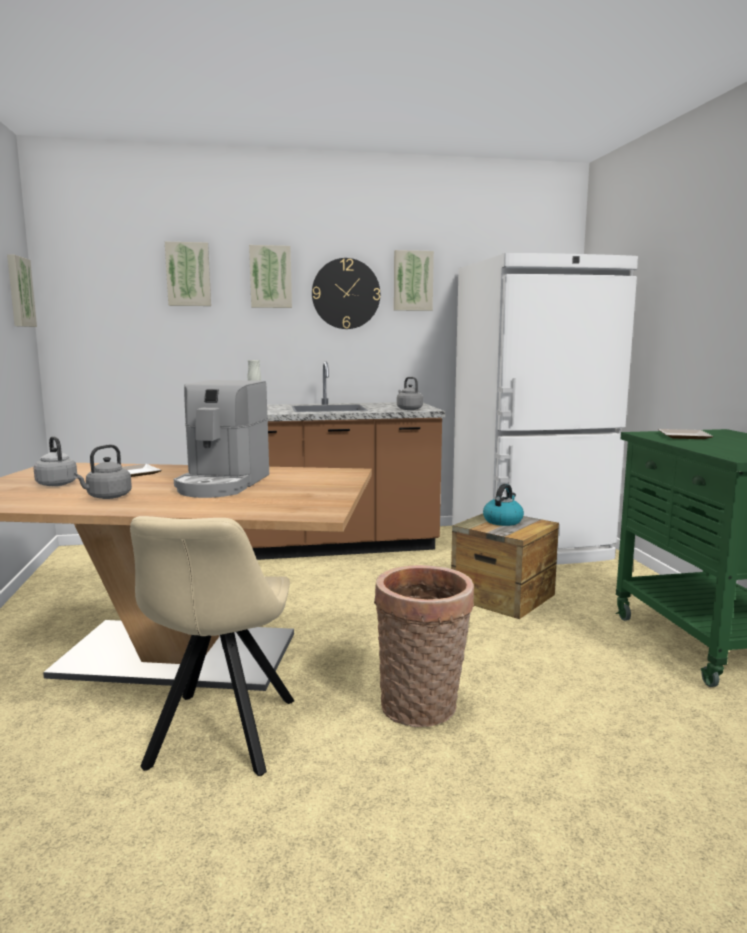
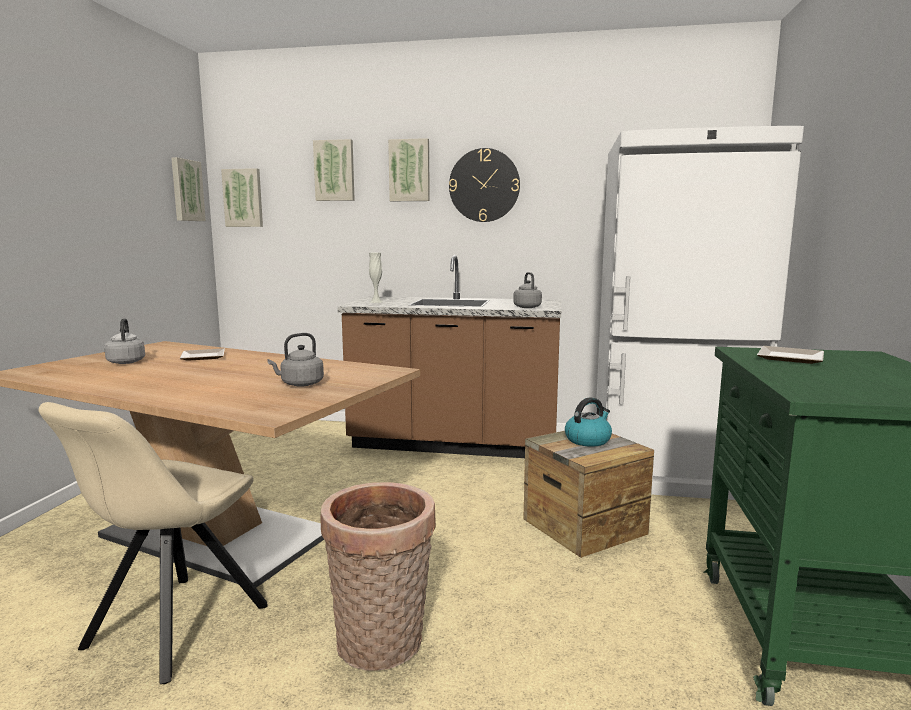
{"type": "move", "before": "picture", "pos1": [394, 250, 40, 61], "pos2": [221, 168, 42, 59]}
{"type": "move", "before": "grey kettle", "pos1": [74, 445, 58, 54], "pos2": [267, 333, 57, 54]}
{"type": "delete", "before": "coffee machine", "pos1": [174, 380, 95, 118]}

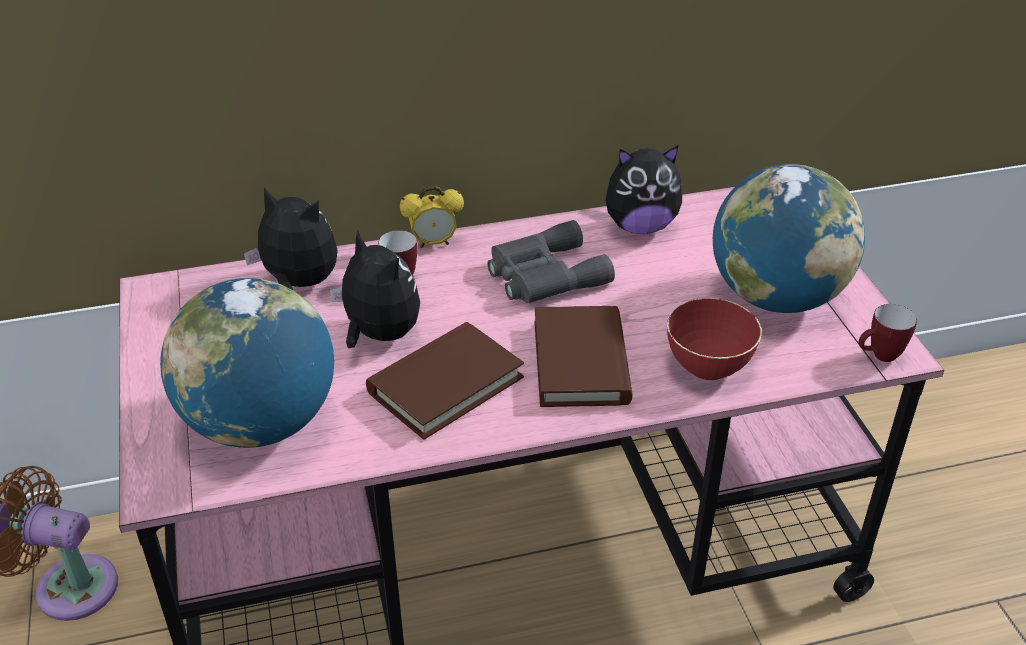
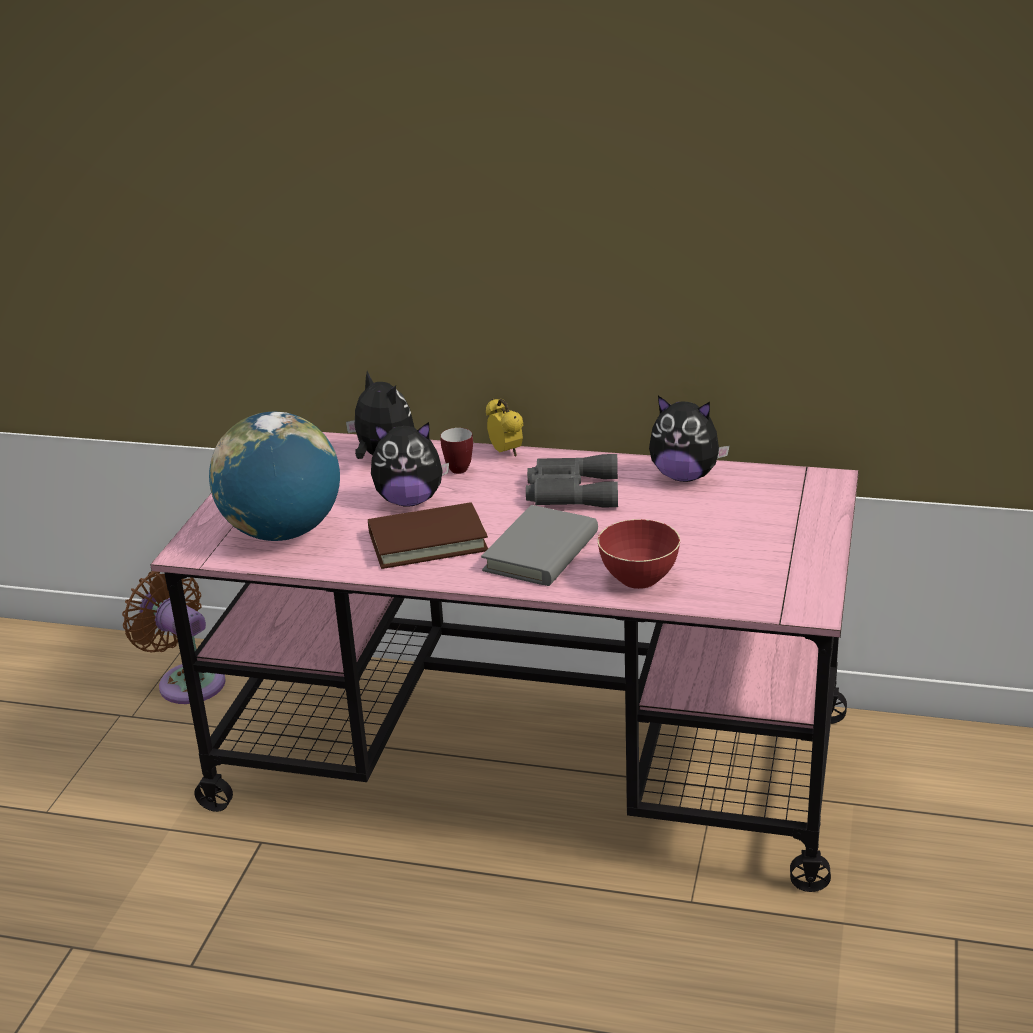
{"type": "rotate", "before": "plush toy", "pos1": [330, 229, 90, 119], "pos2": [371, 422, 78, 85], "turn": 105}
{"type": "recolor", "before": "brown book", "after": "grey book", "pos1": [534, 306, 98, 101], "pos2": [481, 505, 117, 81]}
{"type": "rotate", "before": "alarm clock", "pos1": [400, 186, 64, 62], "pos2": [486, 399, 37, 57], "turn": -135}
{"type": "delete", "before": "globe", "pos1": [713, 164, 152, 149]}
{"type": "delete", "before": "mug", "pos1": [859, 304, 58, 58]}

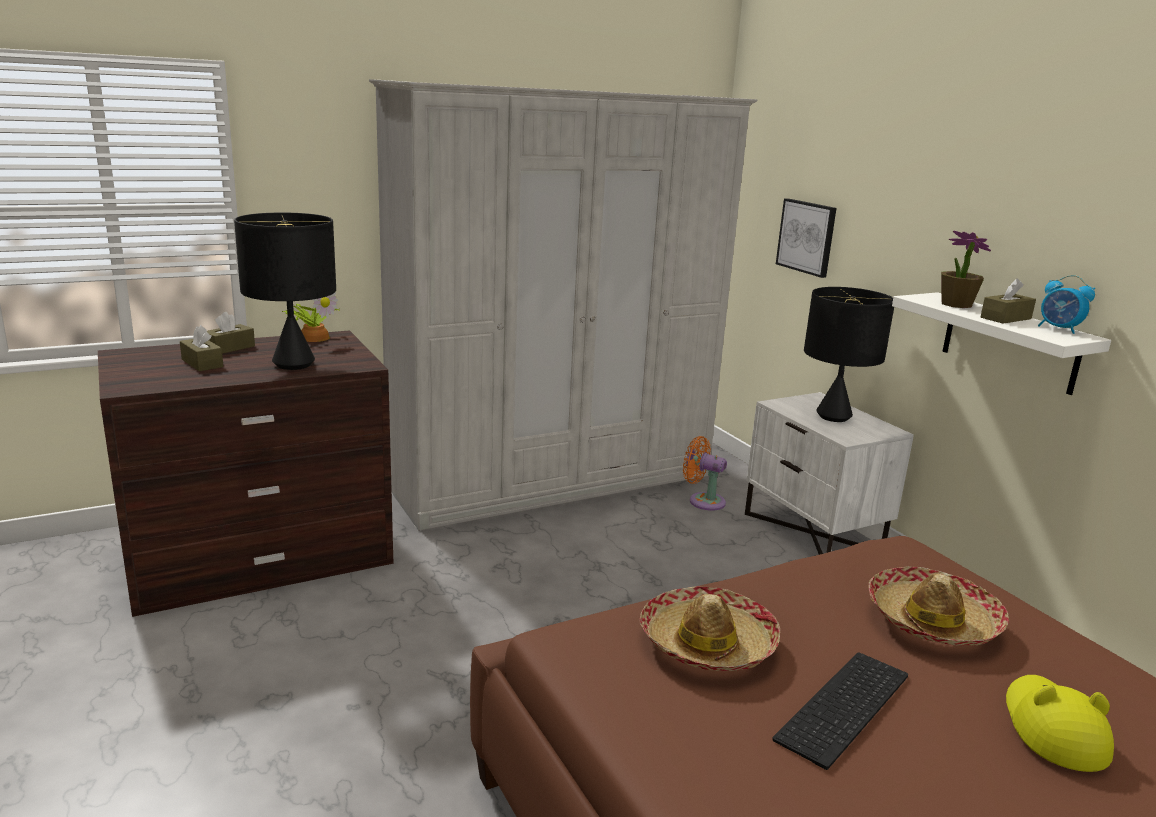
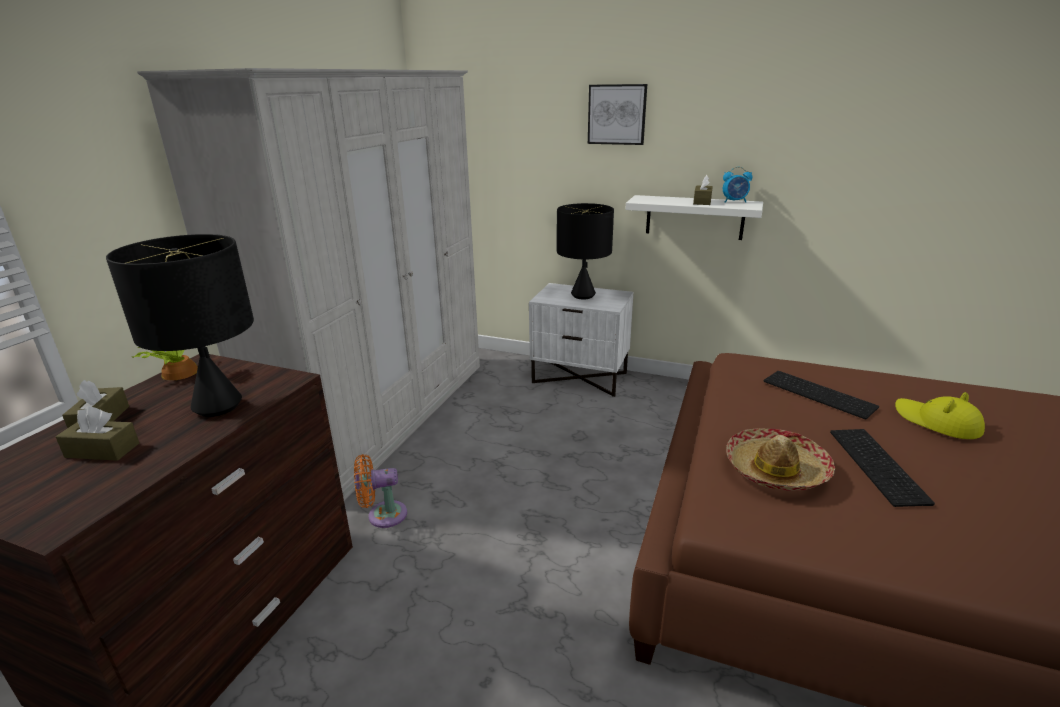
{"type": "move", "before": "orange fan", "pos1": [683, 436, 44, 75], "pos2": [354, 454, 53, 74]}
{"type": "move", "before": "picture", "pos1": [776, 199, 60, 79], "pos2": [588, 84, 59, 61]}
{"type": "replace", "before": "hat", "after": "keyboard", "pos1": [868, 566, 141, 80], "pos2": [763, 371, 116, 48]}
{"type": "delete", "before": "potted plant", "pos1": [941, 231, 50, 77]}

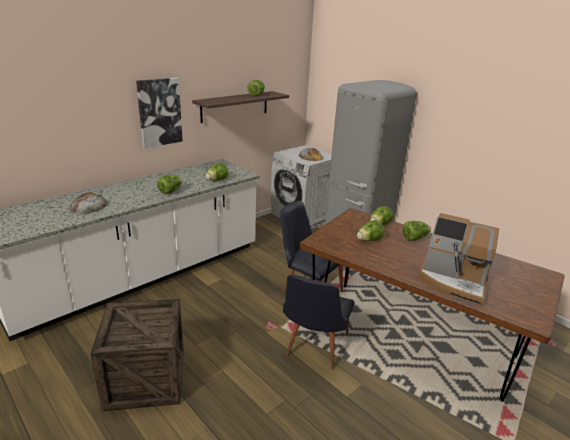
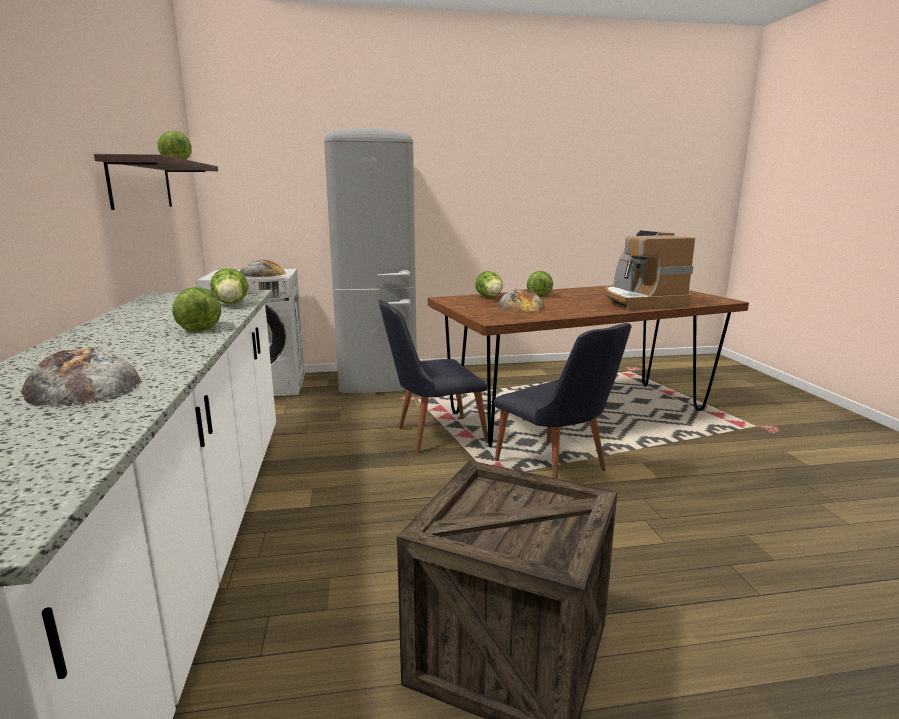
{"type": "replace", "before": "lettuce", "after": "bread", "pos1": [357, 220, 27, 21], "pos2": [498, 289, 46, 22]}
{"type": "rotate", "before": "coffee machine", "pos1": [418, 213, 81, 94], "pos2": [604, 230, 91, 81], "turn": 105}
{"type": "delete", "before": "picture", "pos1": [136, 78, 47, 70]}

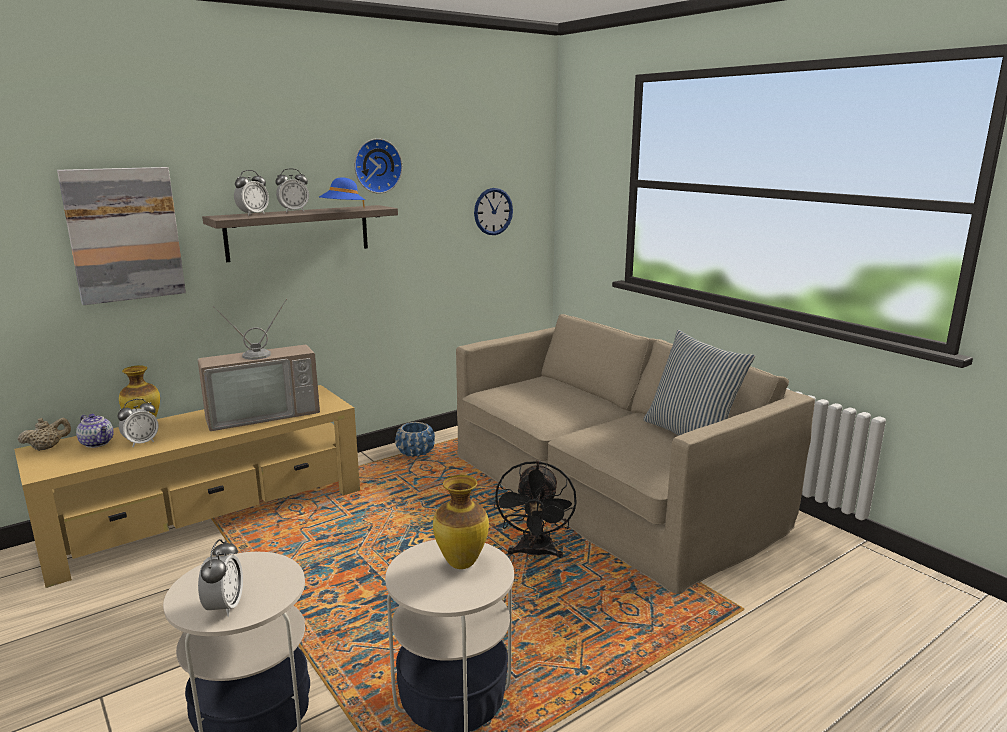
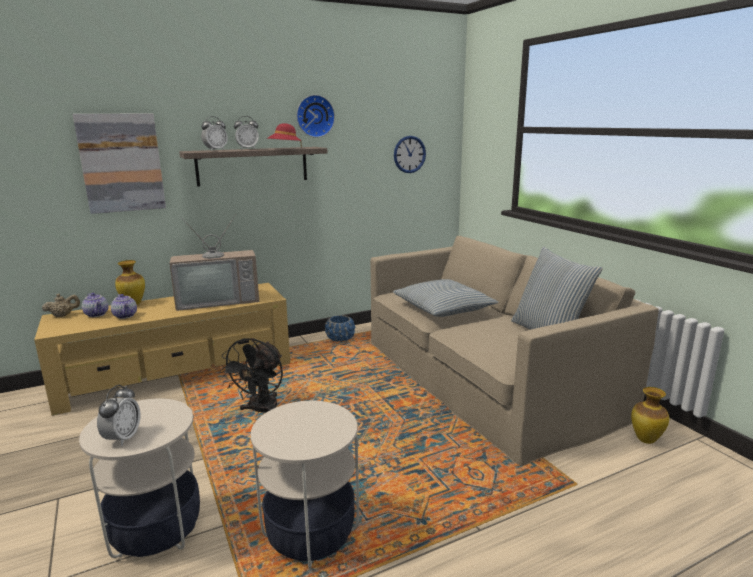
{"type": "replace", "before": "alarm clock", "after": "teapot", "pos1": [117, 399, 41, 48], "pos2": [111, 294, 26, 25]}
{"type": "move", "before": "black fan", "pos1": [494, 461, 82, 97], "pos2": [219, 338, 64, 76]}
{"type": "recolor", "before": "blue hat", "after": "red hat", "pos1": [319, 177, 46, 31], "pos2": [267, 123, 35, 25]}
{"type": "insert", "after": "pillow", "pos2": [393, 279, 106, 38]}
{"type": "move", "before": "vase", "pos1": [433, 475, 56, 94], "pos2": [631, 387, 38, 57]}

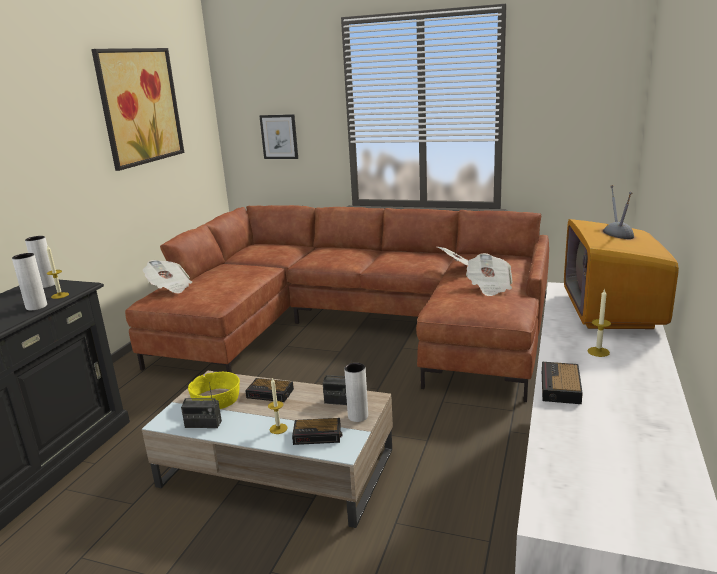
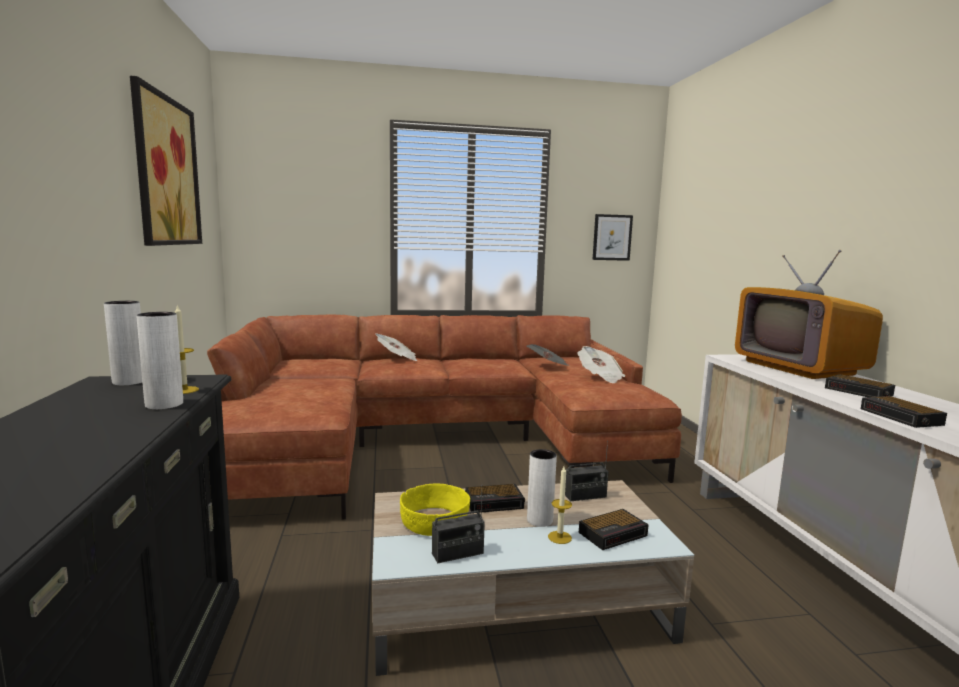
{"type": "move", "before": "newspaper", "pos1": [143, 260, 49, 33], "pos2": [375, 333, 42, 28]}
{"type": "move", "before": "white vase", "pos1": [344, 363, 24, 59], "pos2": [527, 449, 30, 78]}
{"type": "move", "before": "picture", "pos1": [259, 114, 39, 45], "pos2": [592, 214, 41, 47]}
{"type": "replace", "before": "candle", "after": "alarm clock", "pos1": [587, 289, 24, 68], "pos2": [825, 374, 70, 23]}

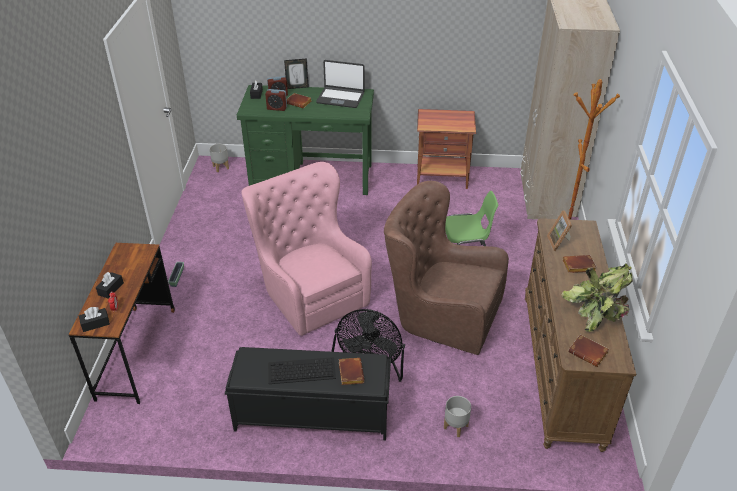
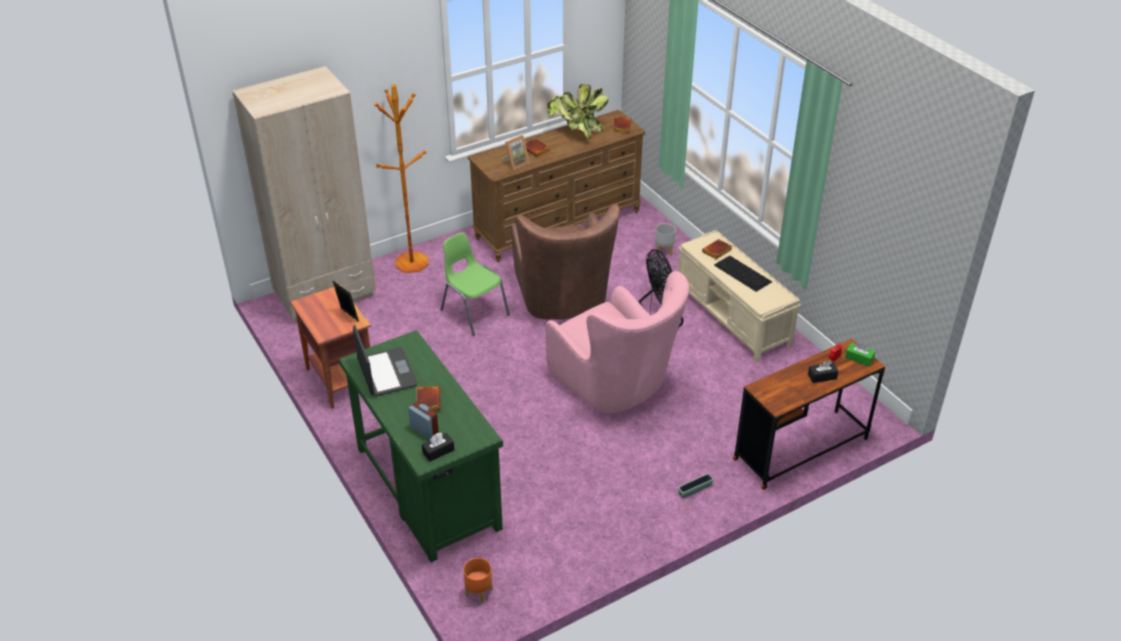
{"type": "move", "before": "picture frame", "pos1": [284, 58, 25, 31], "pos2": [332, 280, 27, 42]}
{"type": "recolor", "before": "grey planter", "after": "orange planter", "pos1": [209, 144, 20, 28], "pos2": [463, 558, 30, 45]}
{"type": "rotate", "before": "pink armchair", "pos1": [241, 162, 131, 174], "pos2": [545, 271, 144, 142], "turn": -60}
{"type": "recolor", "before": "black bench", "after": "beige bench", "pos1": [225, 347, 166, 93], "pos2": [678, 230, 123, 132]}
{"type": "recolor", "before": "black tissue box", "after": "green tissue box", "pos1": [79, 307, 31, 25], "pos2": [845, 342, 30, 25]}
{"type": "delete", "before": "alarm clock", "pos1": [265, 89, 22, 22]}

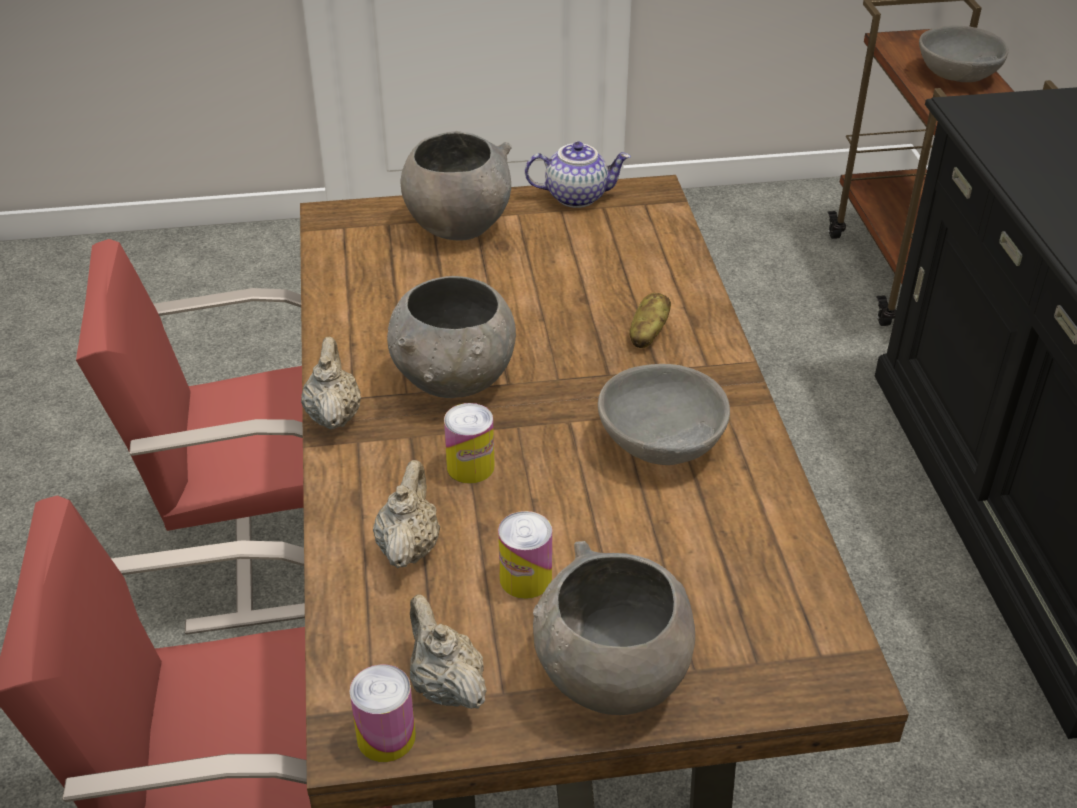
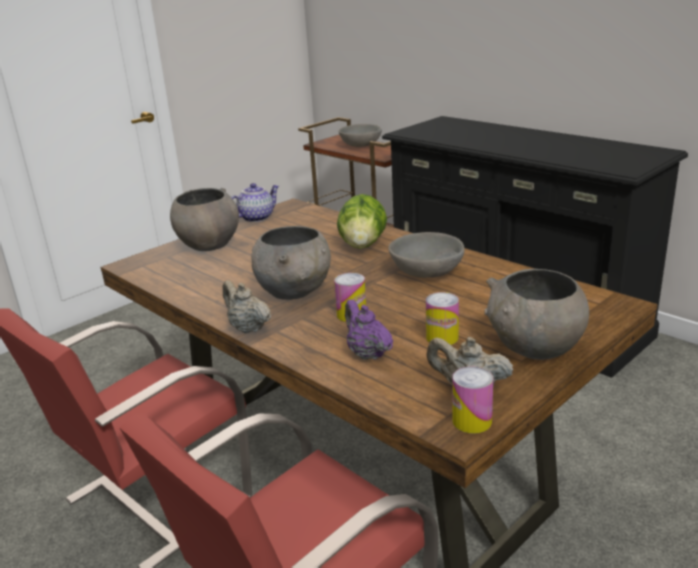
{"type": "replace", "before": "potato", "after": "lettuce", "pos1": [629, 293, 42, 55], "pos2": [337, 194, 50, 55]}
{"type": "recolor", "before": "beige teapot", "after": "purple teapot", "pos1": [373, 460, 67, 108], "pos2": [345, 299, 48, 61]}

